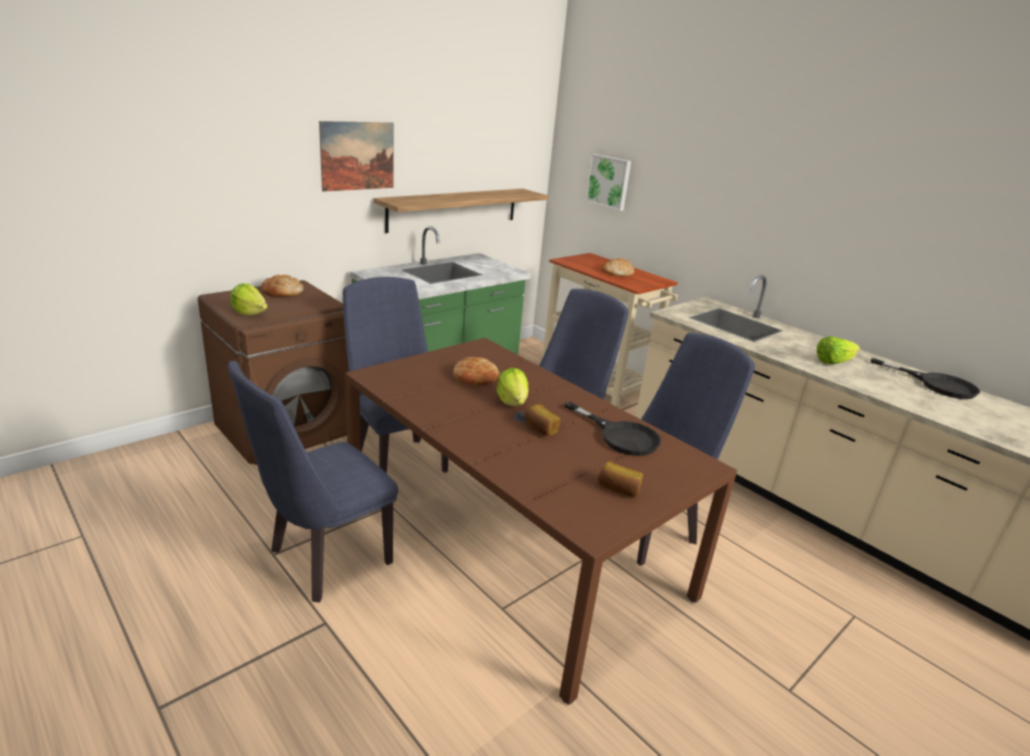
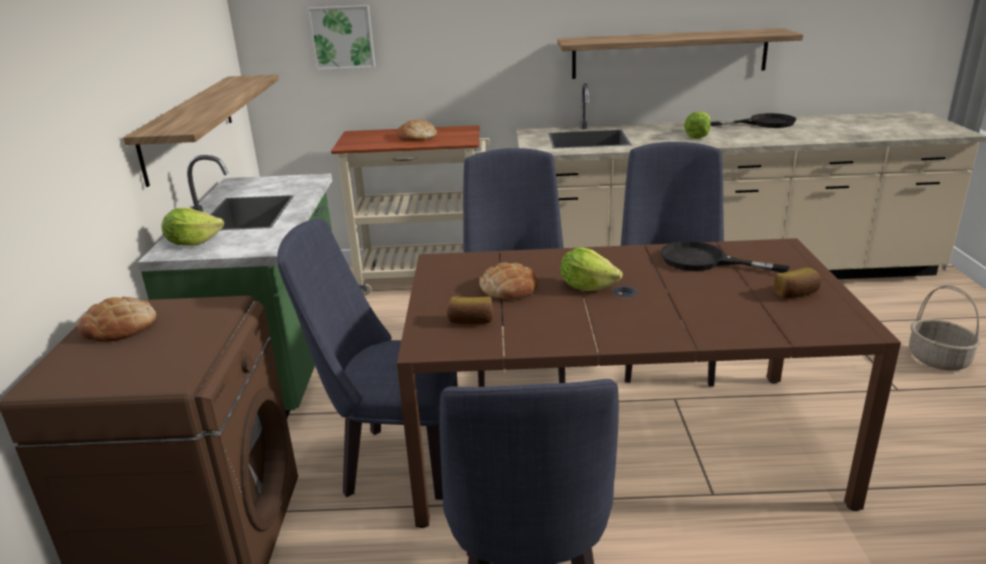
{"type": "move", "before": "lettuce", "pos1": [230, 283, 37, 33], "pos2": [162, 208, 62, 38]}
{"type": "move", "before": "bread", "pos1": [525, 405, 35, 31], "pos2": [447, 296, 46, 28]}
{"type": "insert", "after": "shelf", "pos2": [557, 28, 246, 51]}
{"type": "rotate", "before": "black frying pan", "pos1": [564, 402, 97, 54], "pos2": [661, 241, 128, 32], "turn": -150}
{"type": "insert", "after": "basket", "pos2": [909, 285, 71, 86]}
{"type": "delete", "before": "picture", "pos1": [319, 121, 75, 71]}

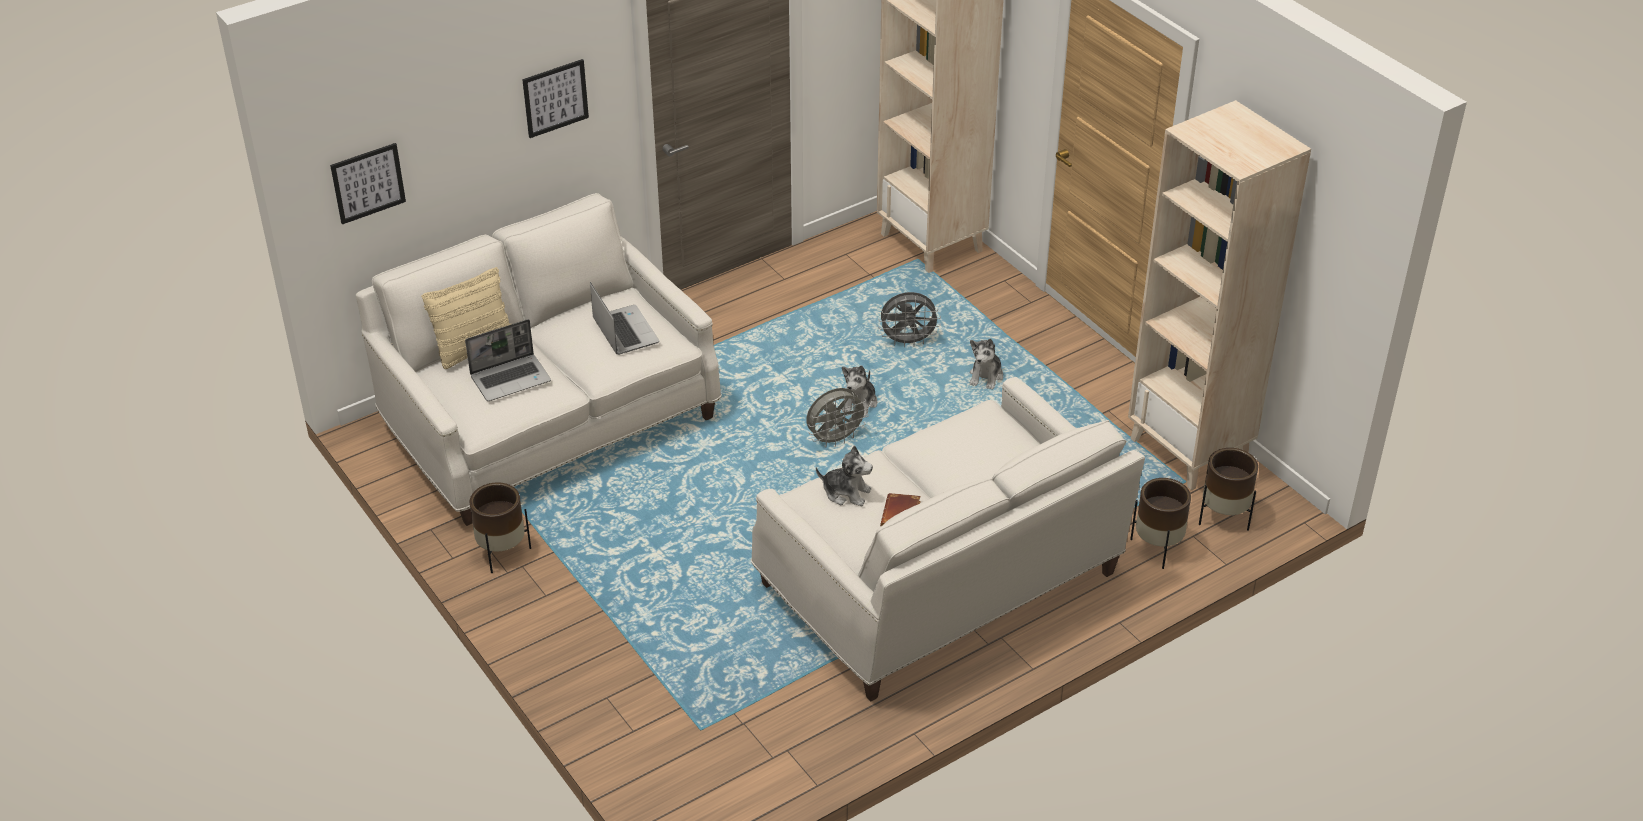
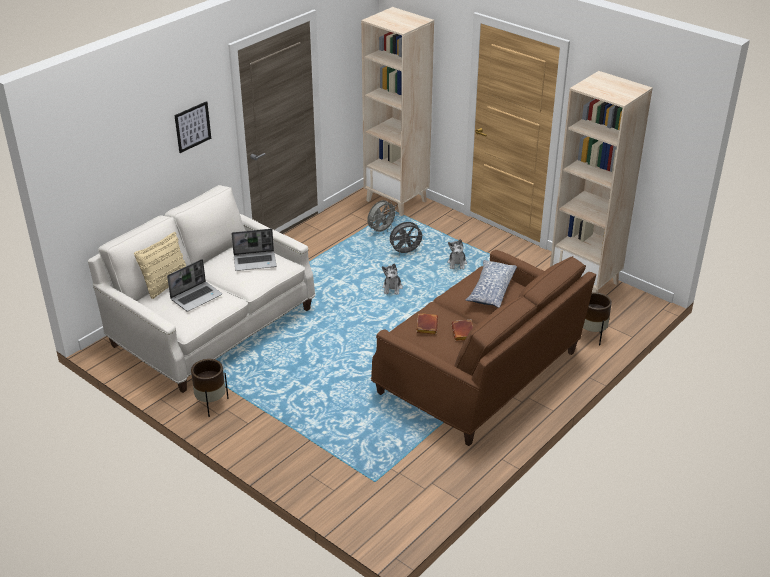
{"type": "rotate", "before": "laptop", "pos1": [590, 282, 69, 73], "pos2": [231, 229, 46, 42], "turn": 120}
{"type": "move", "before": "grey fan", "pos1": [807, 388, 62, 59], "pos2": [367, 200, 31, 34]}
{"type": "recolor", "before": "white sofa", "after": "brown sofa", "pos1": [751, 377, 394, 325], "pos2": [371, 250, 225, 196]}
{"type": "replace", "before": "plush toy", "after": "brown book", "pos1": [816, 445, 57, 61], "pos2": [416, 313, 22, 22]}
{"type": "insert", "after": "pillow", "pos2": [466, 260, 51, 48]}
{"type": "delete", "before": "picture", "pos1": [330, 143, 76, 81]}
{"type": "delete", "before": "brown planter", "pos1": [1199, 448, 59, 83]}

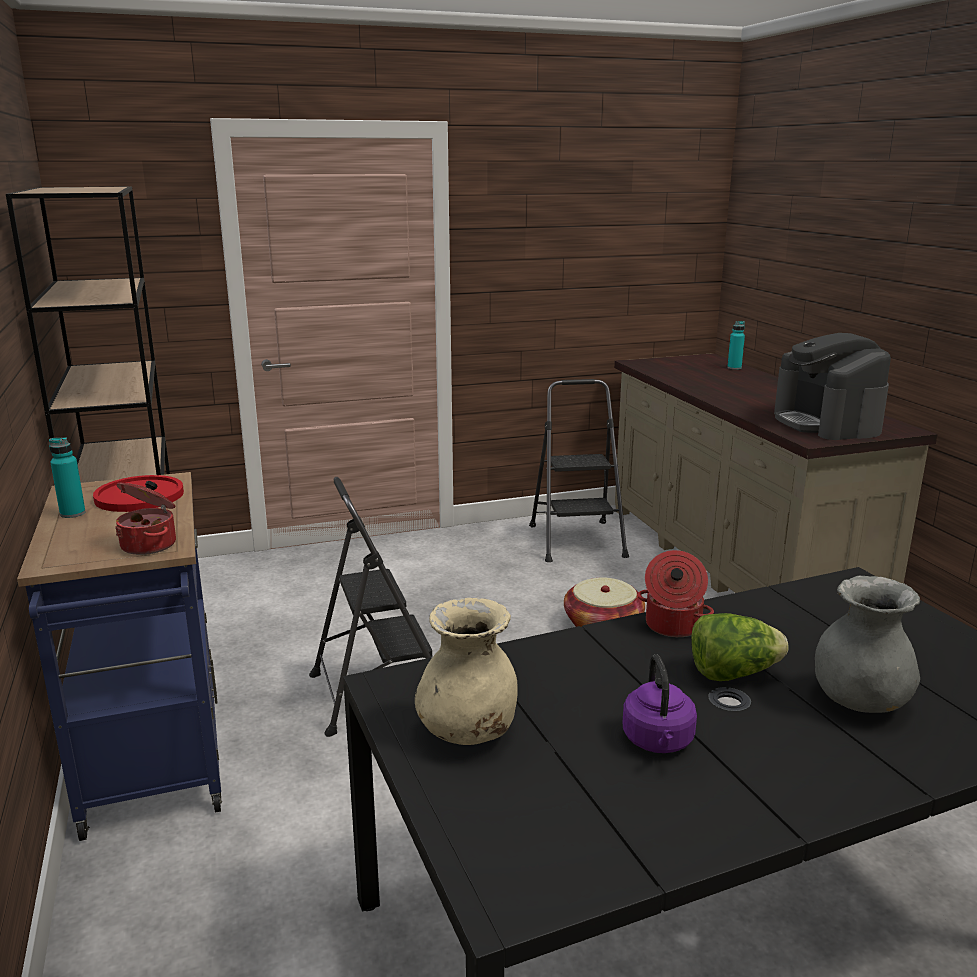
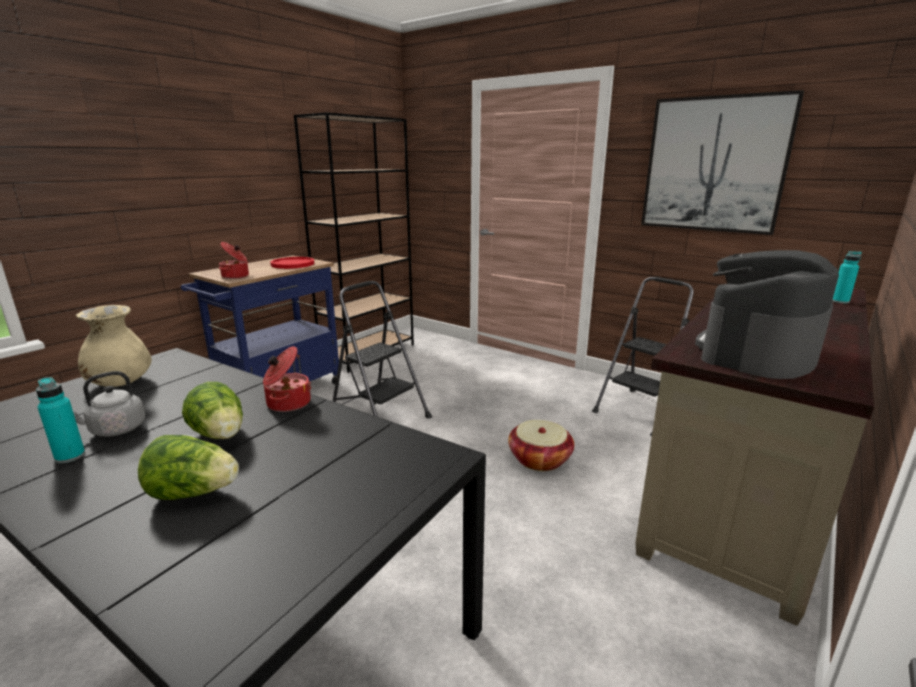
{"type": "move", "before": "turquoise bottle", "pos1": [49, 437, 37, 81], "pos2": [36, 377, 49, 86]}
{"type": "recolor", "before": "purple kettle", "after": "grey kettle", "pos1": [622, 655, 75, 98], "pos2": [73, 371, 72, 66]}
{"type": "replace", "before": "grey vase", "after": "lettuce", "pos1": [815, 576, 105, 137], "pos2": [138, 435, 101, 65]}
{"type": "insert", "after": "picture", "pos2": [641, 90, 163, 145]}

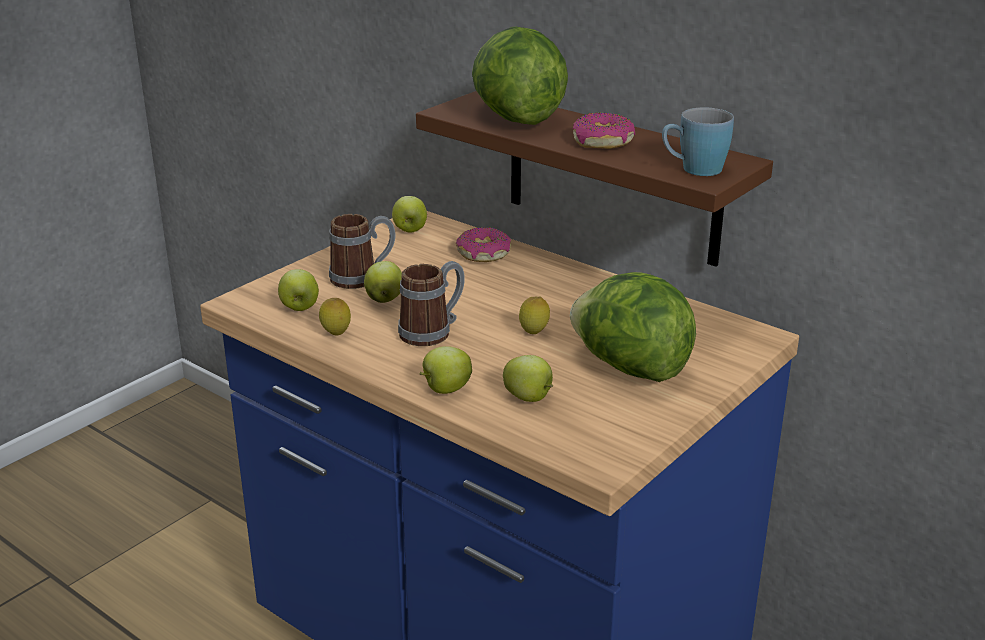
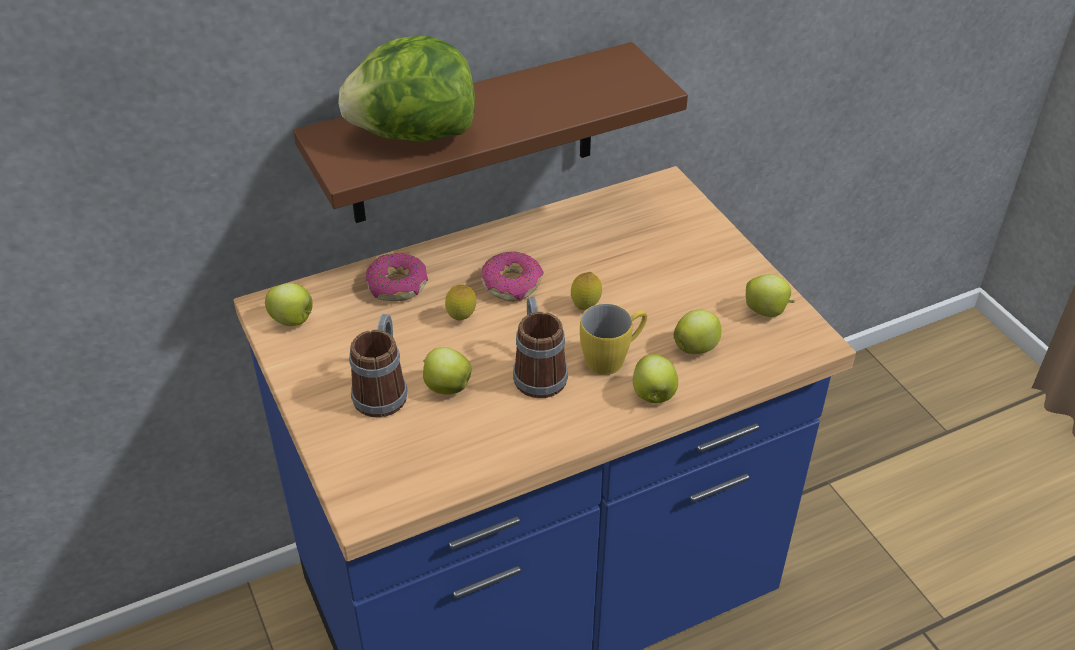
{"type": "move", "before": "lemon", "pos1": [319, 298, 32, 38], "pos2": [445, 285, 31, 35]}
{"type": "move", "before": "donut", "pos1": [573, 113, 62, 36], "pos2": [481, 251, 63, 51]}
{"type": "insert", "after": "yellow mug", "pos2": [580, 304, 67, 71]}
{"type": "move", "before": "apple", "pos1": [278, 269, 41, 42], "pos2": [746, 274, 49, 43]}
{"type": "delete", "before": "lettuce", "pos1": [570, 272, 126, 110]}
{"type": "delete", "before": "blue mug", "pos1": [662, 107, 72, 69]}

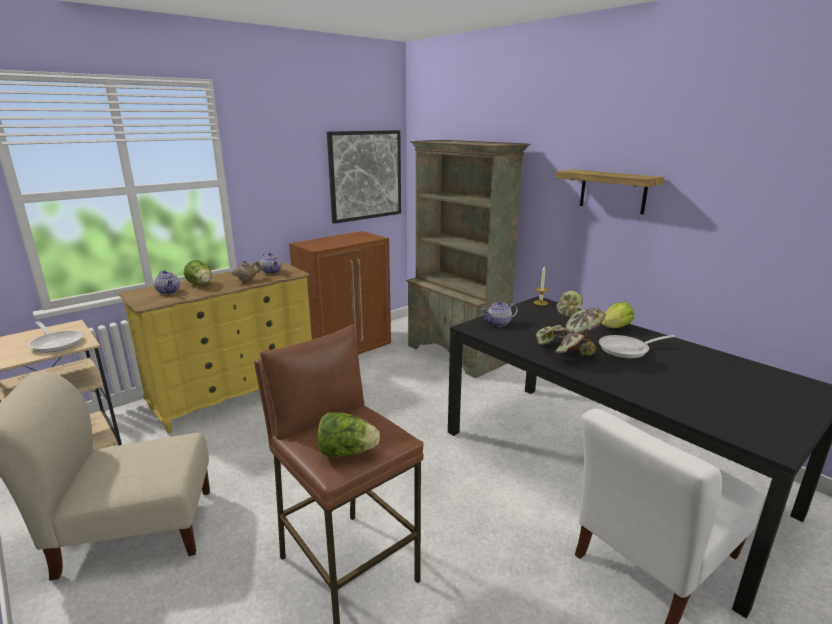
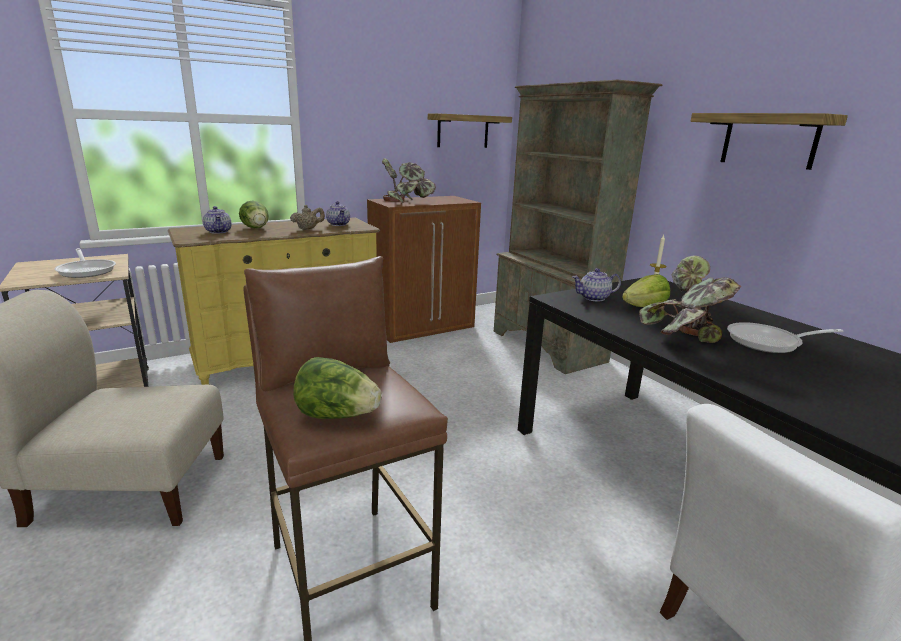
{"type": "insert", "after": "potted plant", "pos2": [382, 158, 54, 45]}
{"type": "replace", "before": "picture", "after": "shelf", "pos1": [327, 130, 74, 94], "pos2": [428, 113, 84, 35]}
{"type": "move", "before": "lettuce", "pos1": [602, 302, 32, 26], "pos2": [622, 274, 48, 33]}

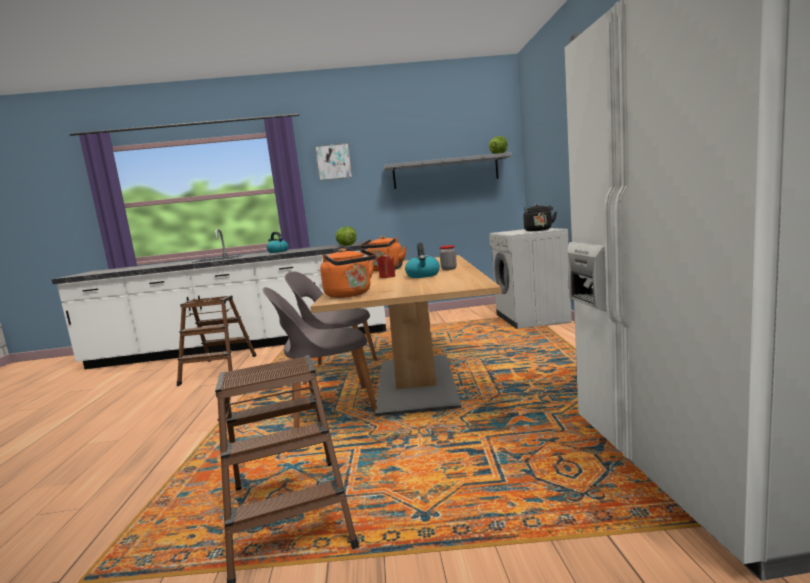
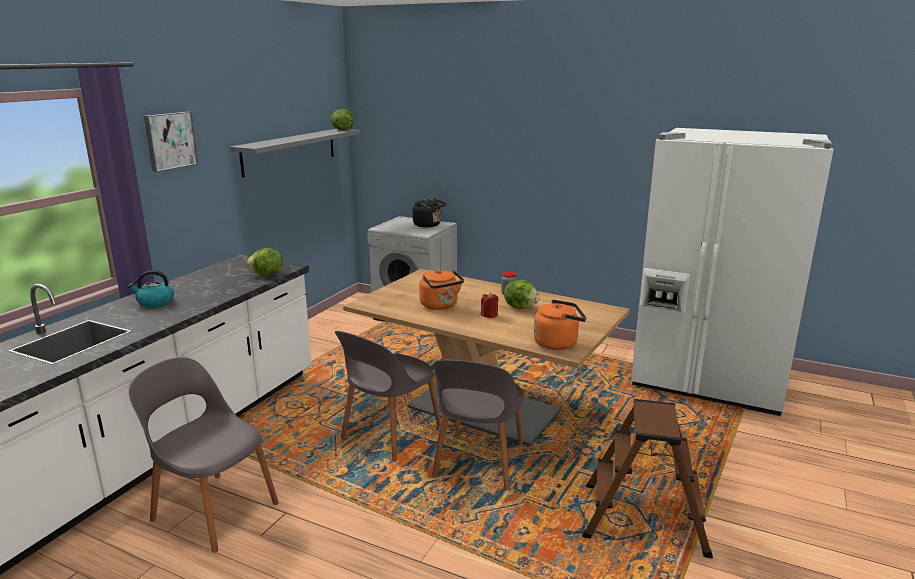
{"type": "replace", "before": "brown step ladder", "after": "grey chair", "pos1": [177, 295, 80, 91], "pos2": [129, 357, 150, 196]}
{"type": "replace", "before": "kettle", "after": "lettuce", "pos1": [405, 242, 35, 36], "pos2": [504, 280, 36, 29]}

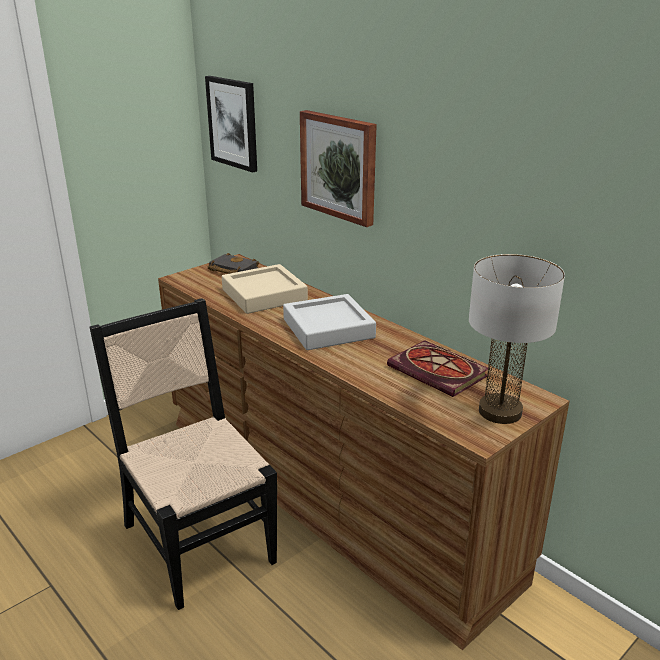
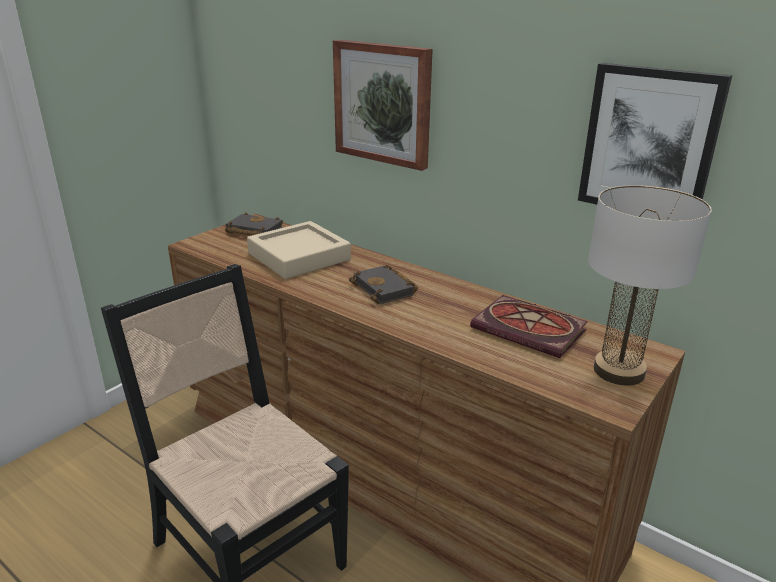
{"type": "replace", "before": "grey tray", "after": "black book", "pos1": [283, 294, 93, 56], "pos2": [349, 265, 69, 39]}
{"type": "move", "before": "picture", "pos1": [205, 76, 52, 97], "pos2": [578, 63, 154, 142]}

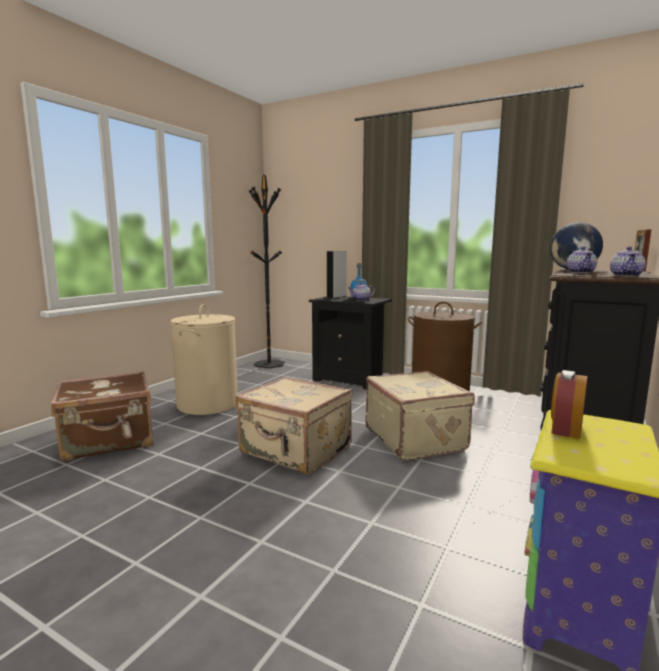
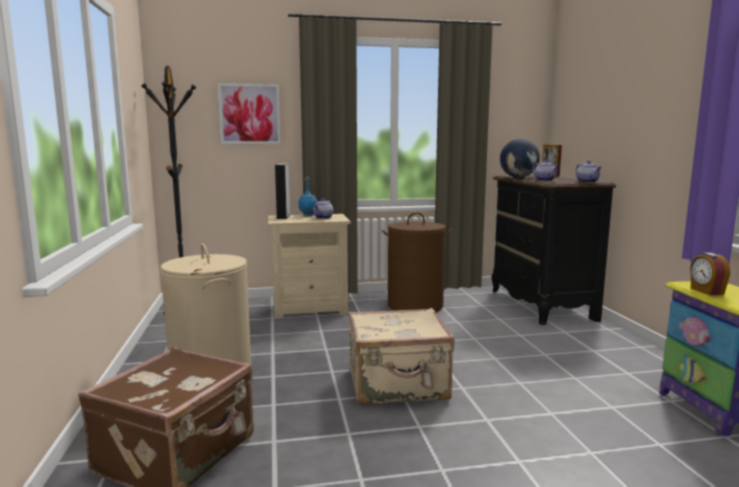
{"type": "insert", "after": "picture", "pos2": [218, 83, 63, 61]}
{"type": "recolor", "before": "black nightstand", "after": "beige nightstand", "pos1": [309, 296, 83, 94], "pos2": [268, 214, 83, 104]}
{"type": "delete", "before": "beige suitcase", "pos1": [365, 371, 110, 89]}

